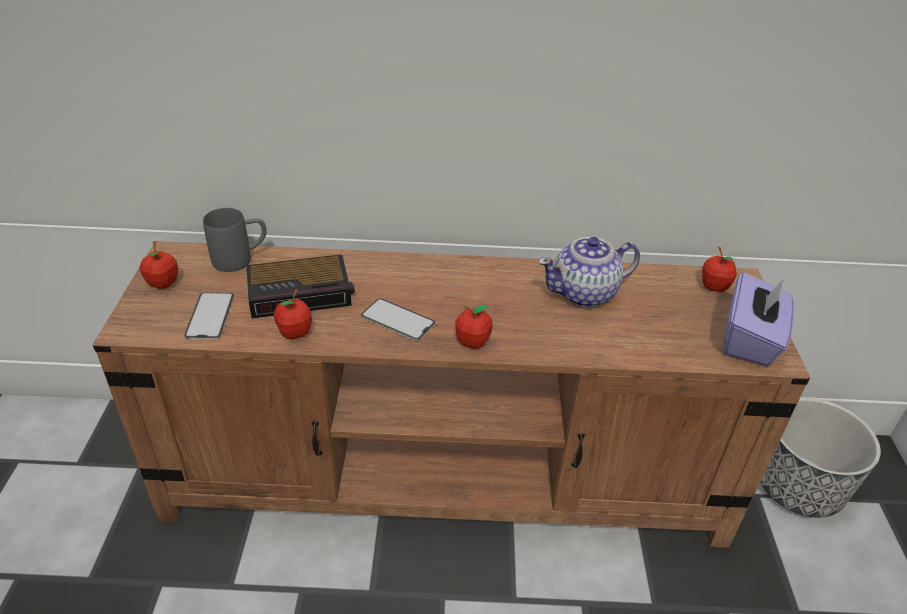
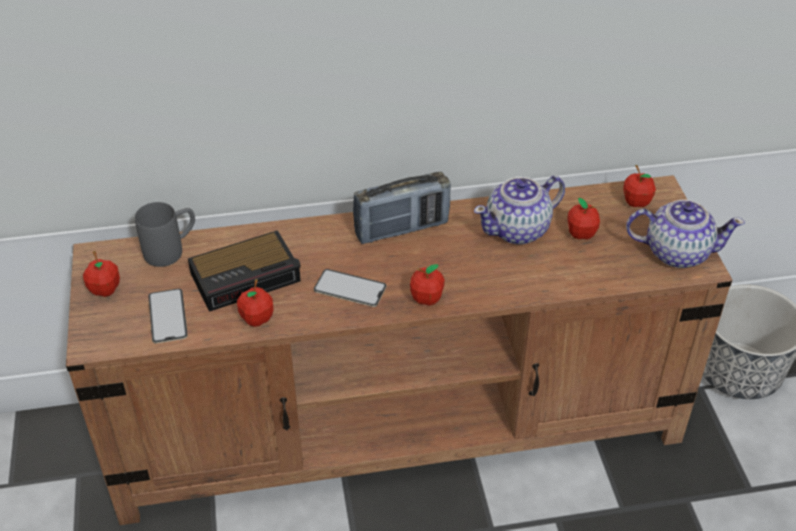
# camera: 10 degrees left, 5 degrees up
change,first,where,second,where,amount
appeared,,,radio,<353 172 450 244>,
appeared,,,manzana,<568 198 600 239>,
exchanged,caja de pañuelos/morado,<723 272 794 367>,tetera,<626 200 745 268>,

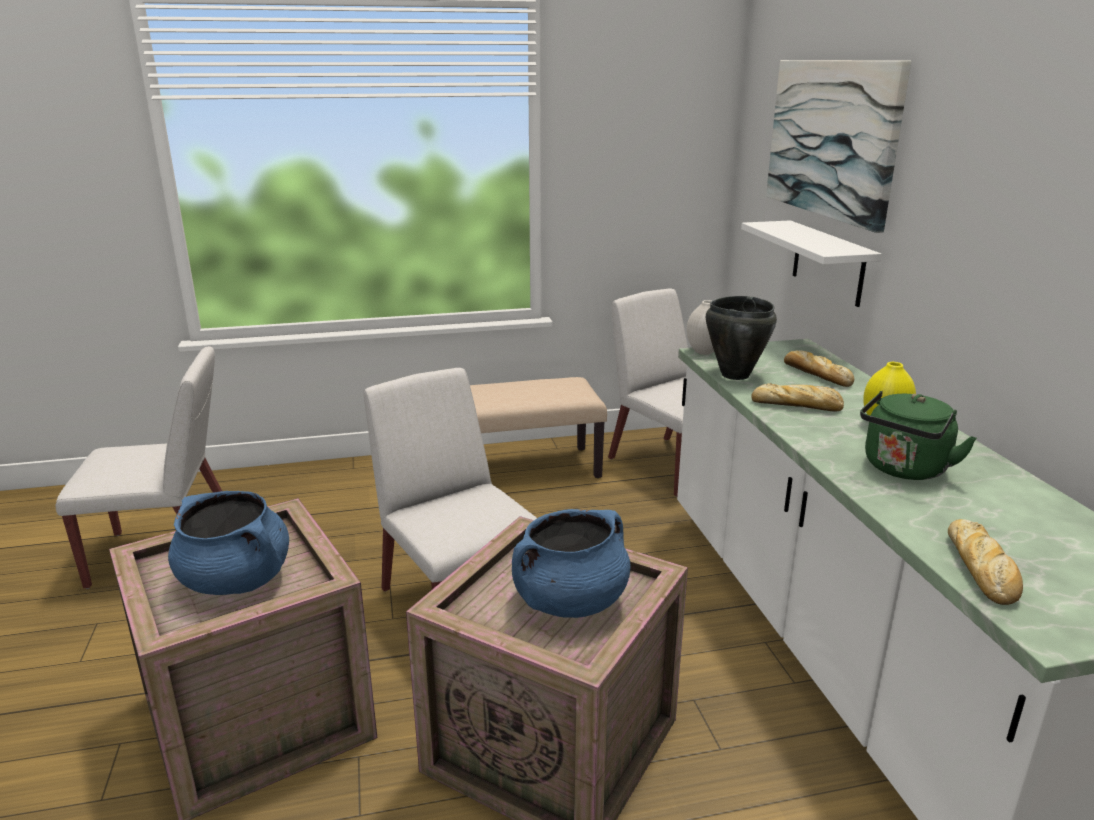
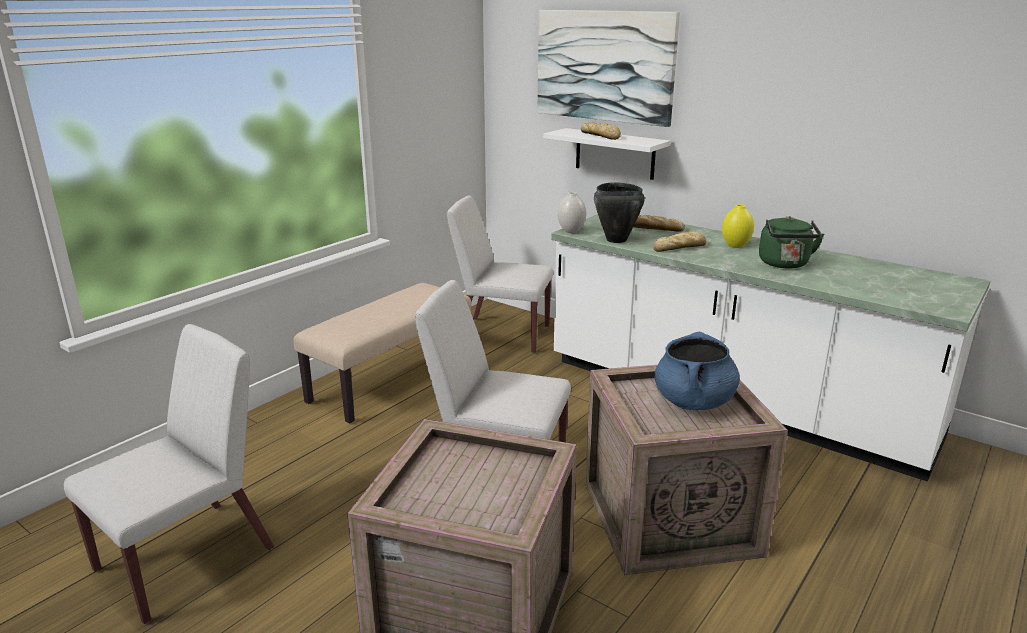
# camera: 40 degrees left, 0 degrees up
change,first,where,second,where,amount
missing,olla/azul,<168 491 289 595>,,,
relocated,pan,<948 519 1023 605>,,<581 122 621 140>,

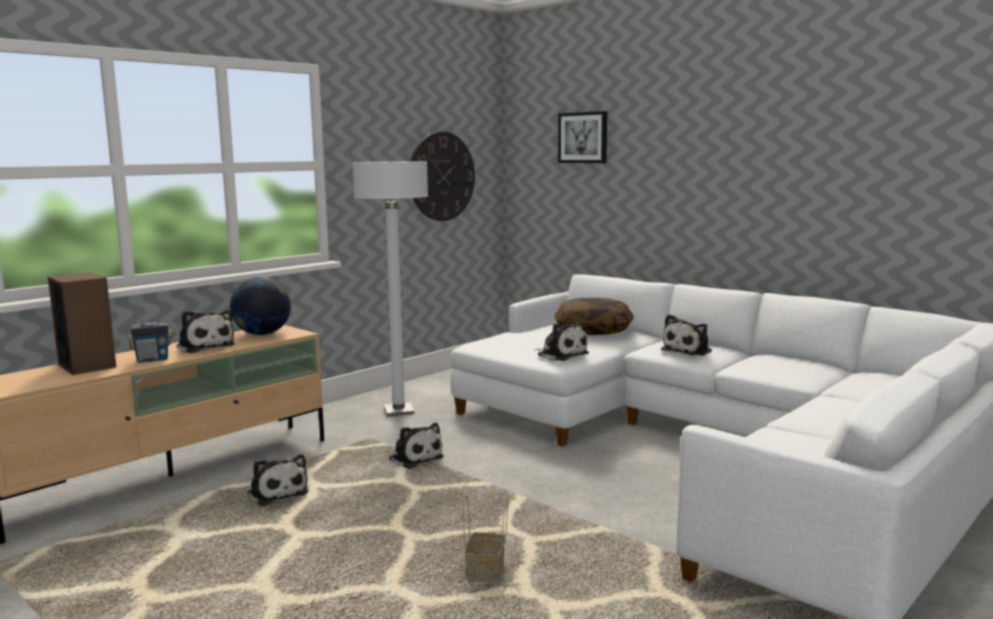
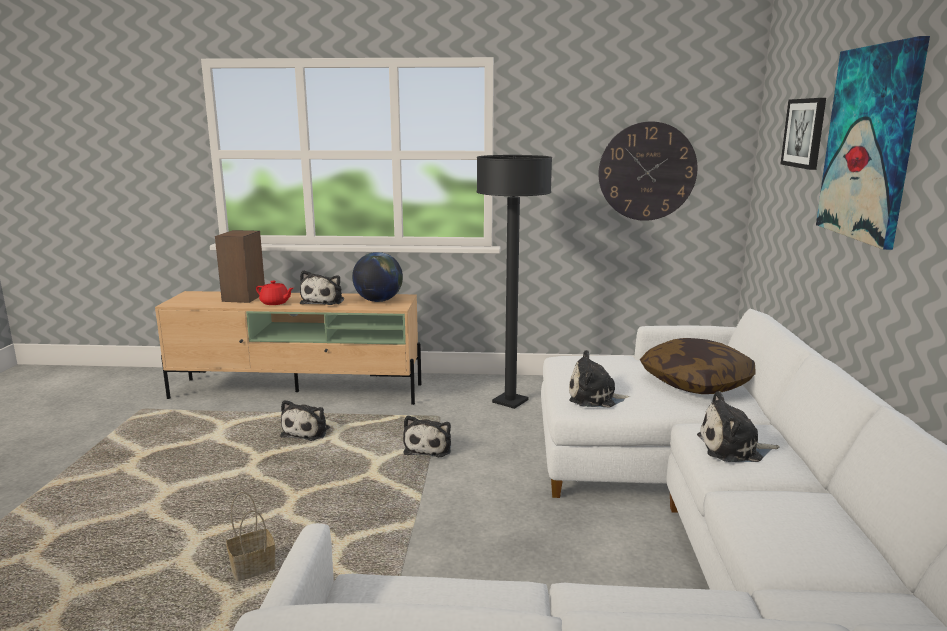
# camera: 50 degrees right, 5 degrees up
change,first,where,second,where,amount
appeared,,,cuadro,<816 36 930 250>,
exchanged,radio,<127 307 172 363>,tetera/rojo,<256 281 293 305>,
colour,lámpara de pie/blanco,<353 160 428 416>,lámpara de pie/negro,<476 155 552 409>,
spun,peluche,<534 322 589 361>,,<569 350 630 407>,90 degrees clockwise

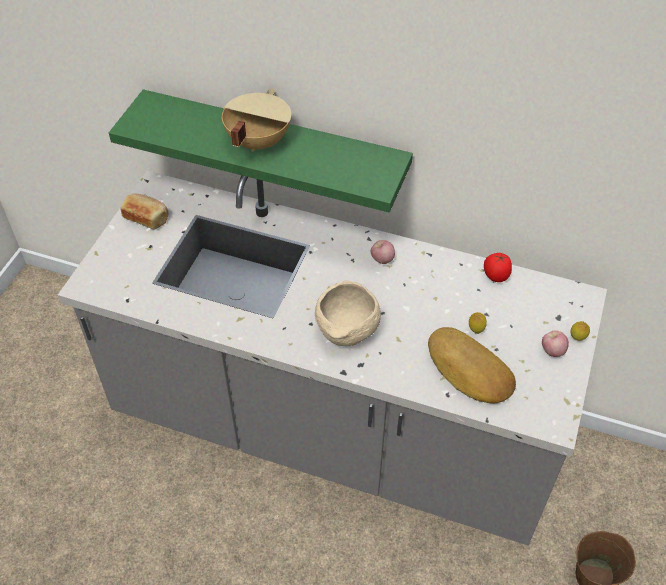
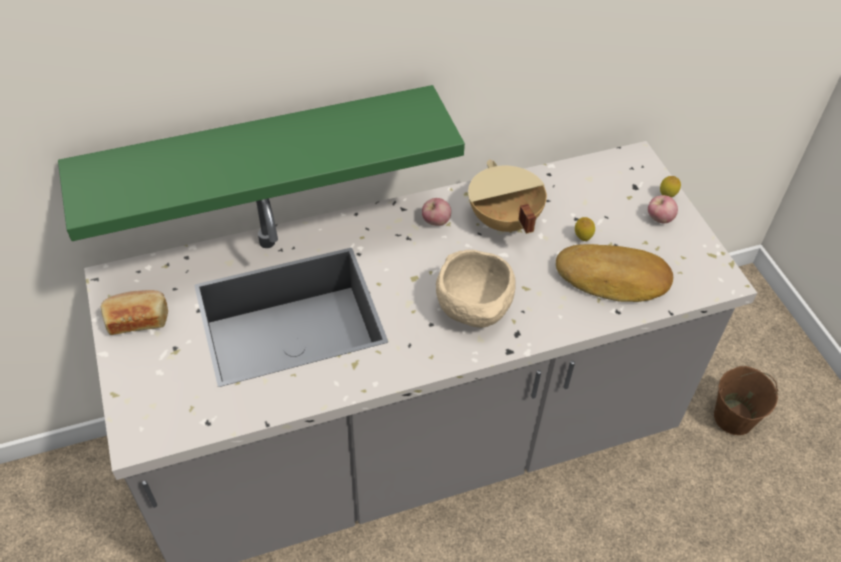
# camera: 40 degrees left, 0 degrees up
change,first,where,second,where,amount
missing,tomate,<484 253 512 282>,,,
relocated,olla/beis,<222 89 291 152>,,<468 160 547 234>,

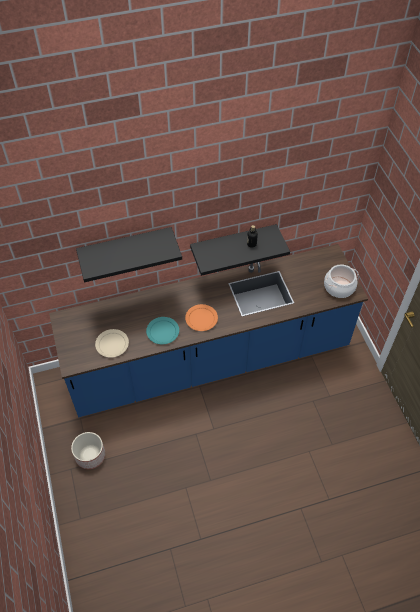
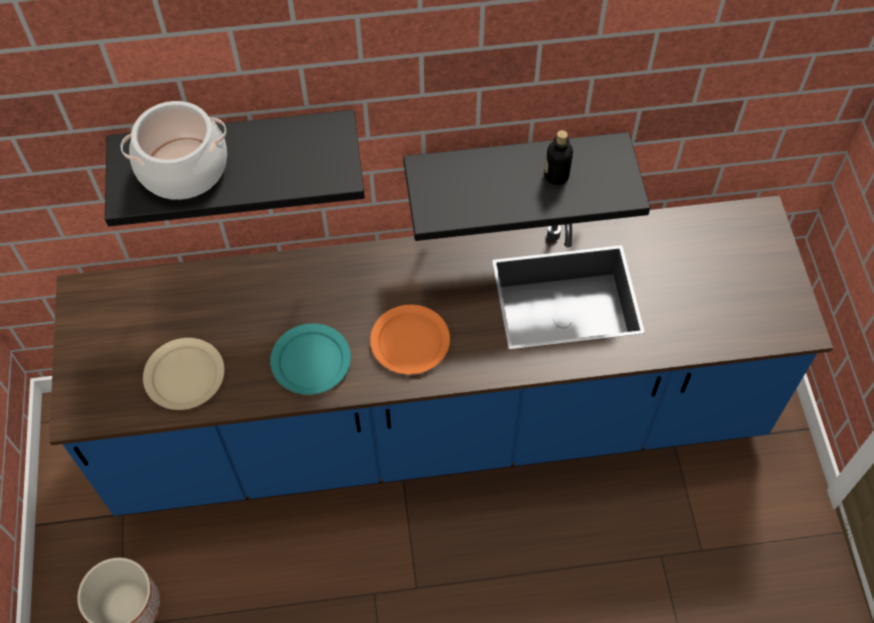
# camera: 10 degrees right, 5 degrees up
change,first,where,second,where,amount
relocated,olla,<324 265 358 298>,,<121 101 227 200>,

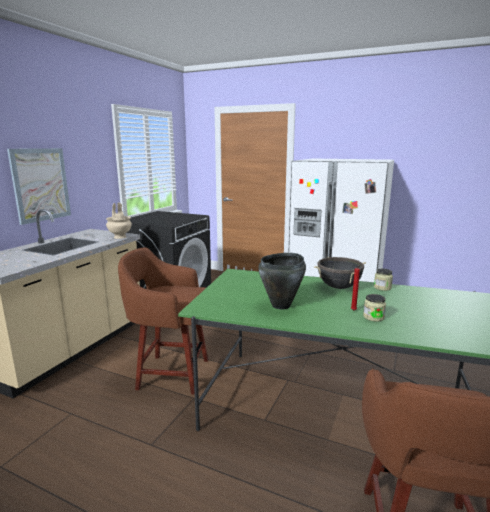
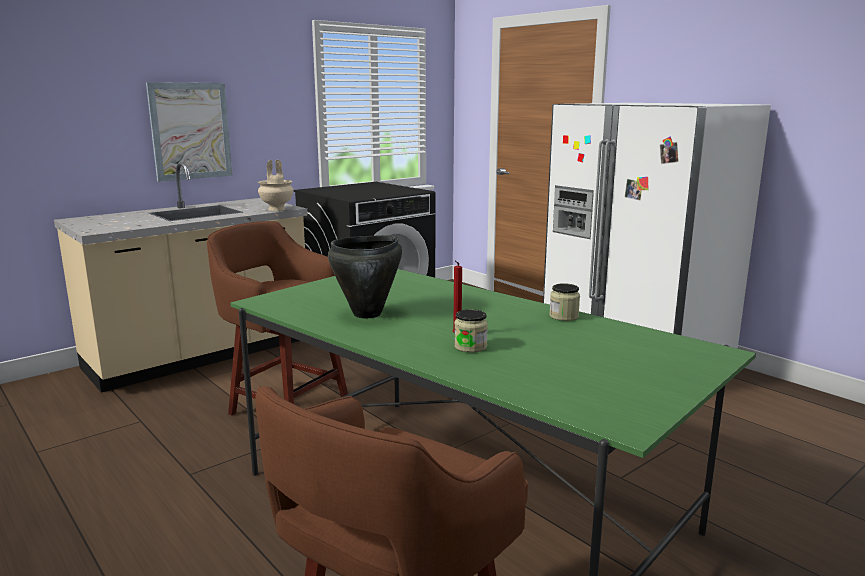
# camera: 25 degrees right, 0 degrees up
change,first,where,second,where,amount
missing,olla/negro,<314 257 366 289>,,,

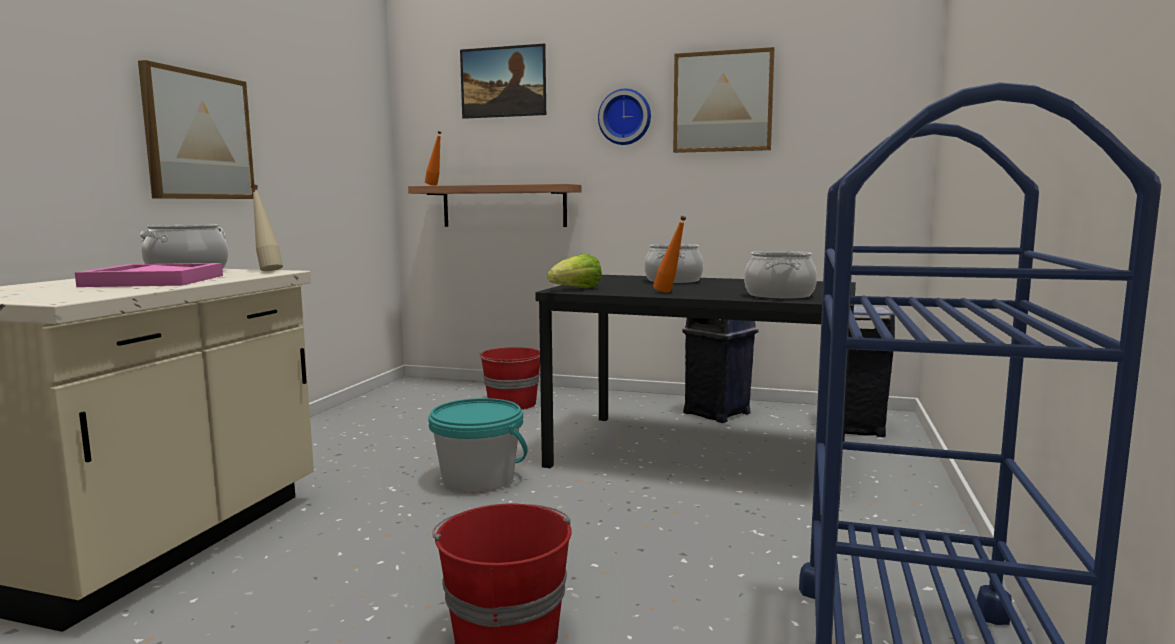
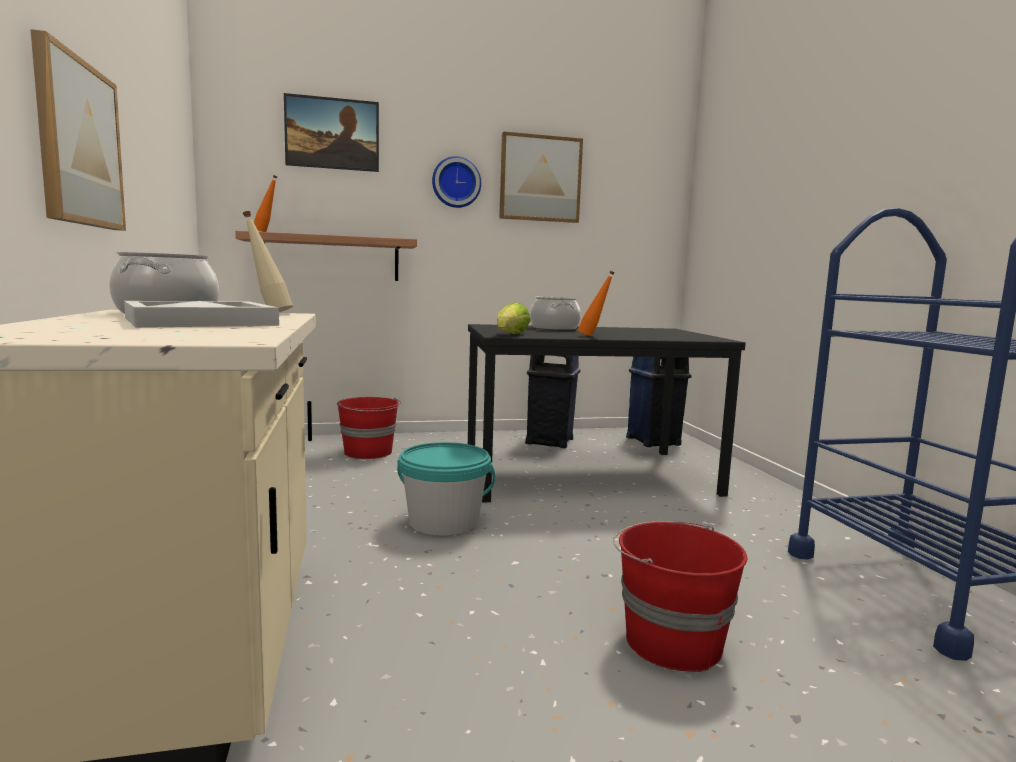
# camera: 30 degrees left, 0 degrees up
change,first,where,second,where,amount
missing,olla,<744 251 817 299>,,,
colour,bandeja/rosa,<75 263 223 287>,bandeja/blanco,<124 301 279 328>,

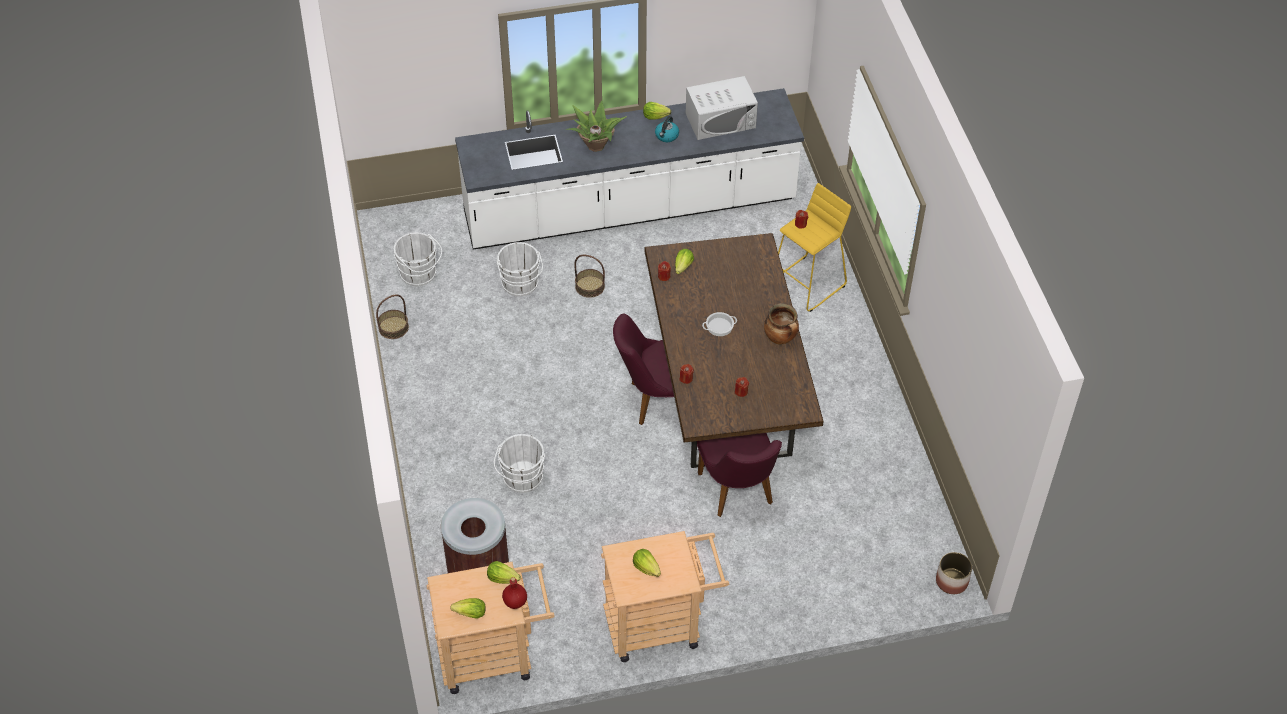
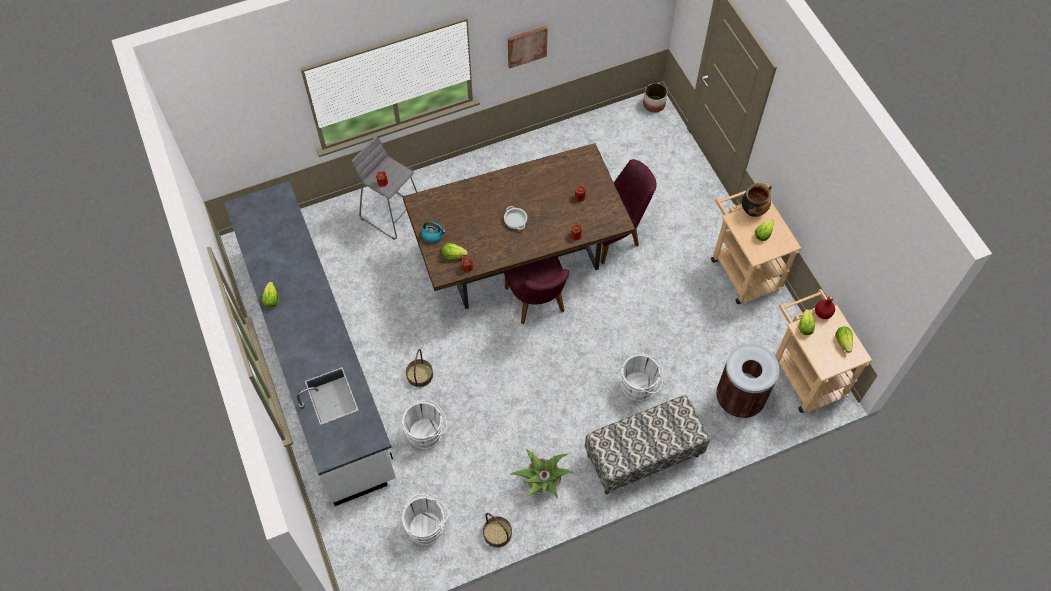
# camera: 100 degrees left, 10 degrees up
change,first,where,second,where,amount
missing,microondas/blanco,<686 76 758 140>,,,
appeared,,,cuadro,<508 26 548 69>,
appeared,,,banco,<585 395 710 494>,
relocated,planta en maceta,<565 101 627 152>,,<510 448 573 499>,
relocated,hervidor,<655 116 679 142>,,<421 222 446 243>,
relocated,olla,<764 303 799 345>,,<742 182 772 217>,
colour,taburete/amarillo,<778 183 851 312>,taburete/gris,<352 136 417 239>,

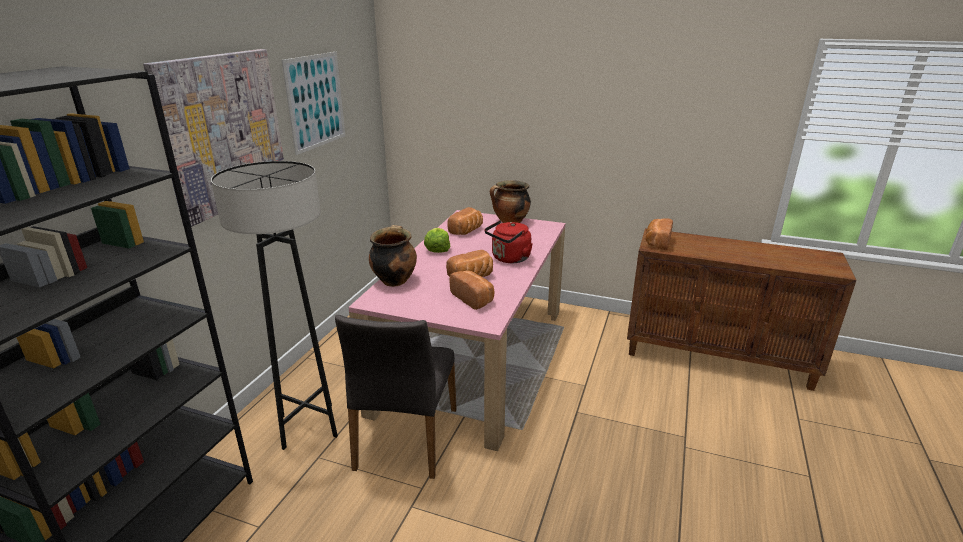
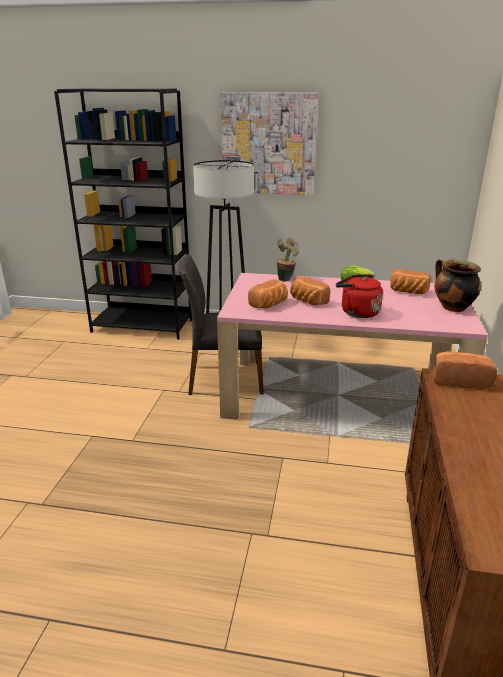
# camera: 80 degrees right, 0 degrees up
change,first,where,second,where,amount
missing,cuadro,<282 52 345 155>,,,
exchanged,olla,<369 225 417 287>,planta en maceta,<277 238 299 282>,

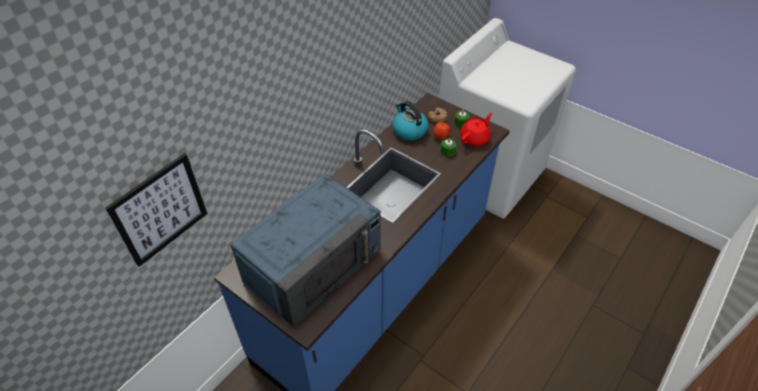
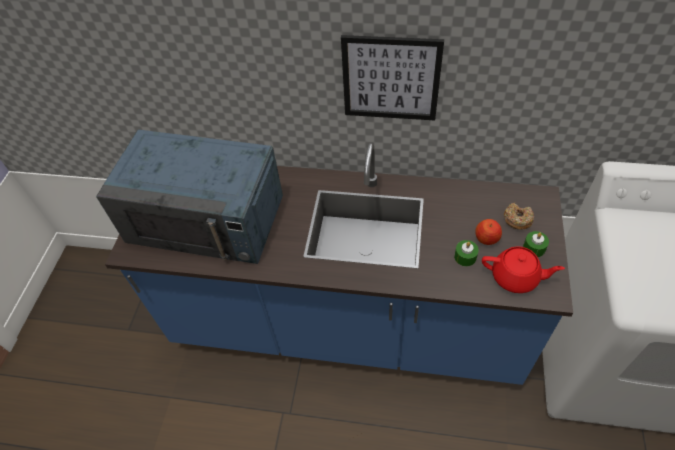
# camera: 65 degrees right, 5 degrees up
change,first,where,second,where,amount
missing,hervidor,<393 101 428 140>,,,
relocated,cuadro,<105 153 207 267>,,<341 35 444 120>,

